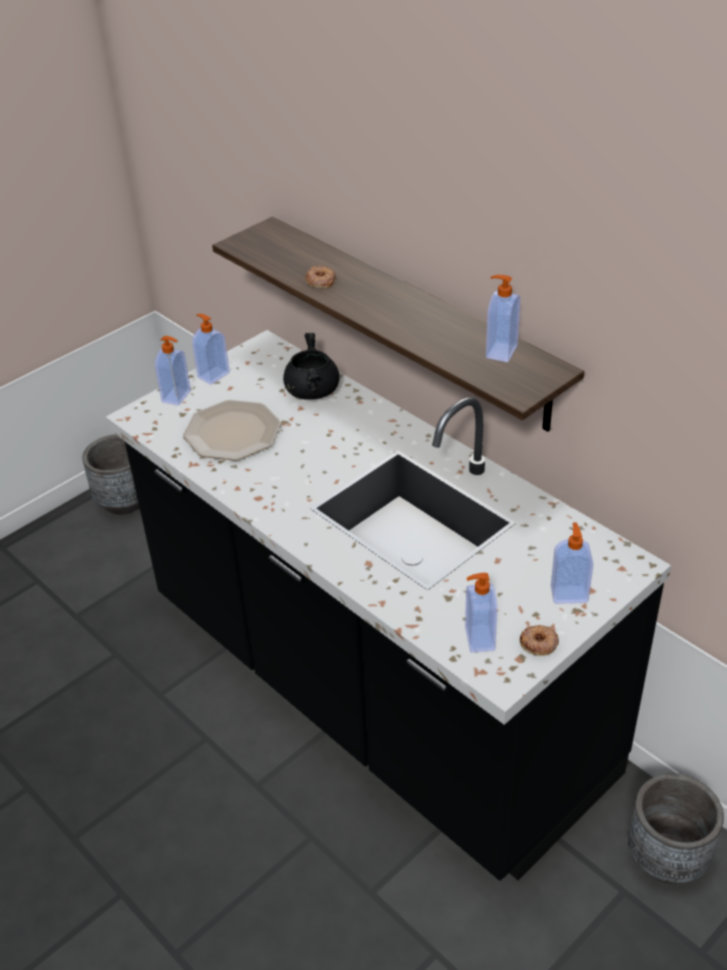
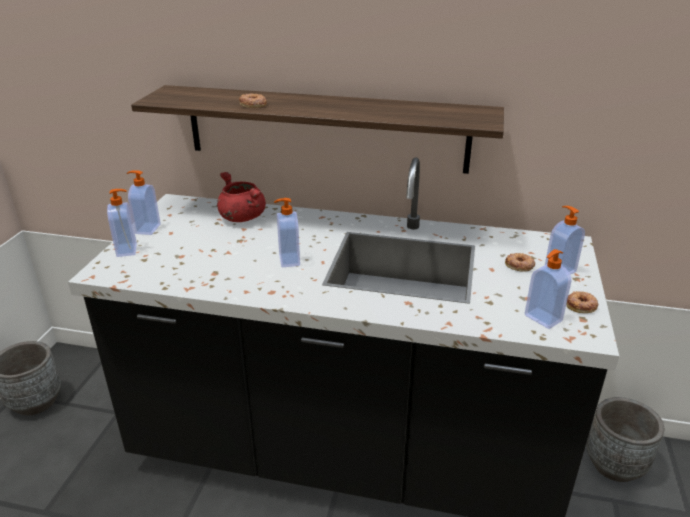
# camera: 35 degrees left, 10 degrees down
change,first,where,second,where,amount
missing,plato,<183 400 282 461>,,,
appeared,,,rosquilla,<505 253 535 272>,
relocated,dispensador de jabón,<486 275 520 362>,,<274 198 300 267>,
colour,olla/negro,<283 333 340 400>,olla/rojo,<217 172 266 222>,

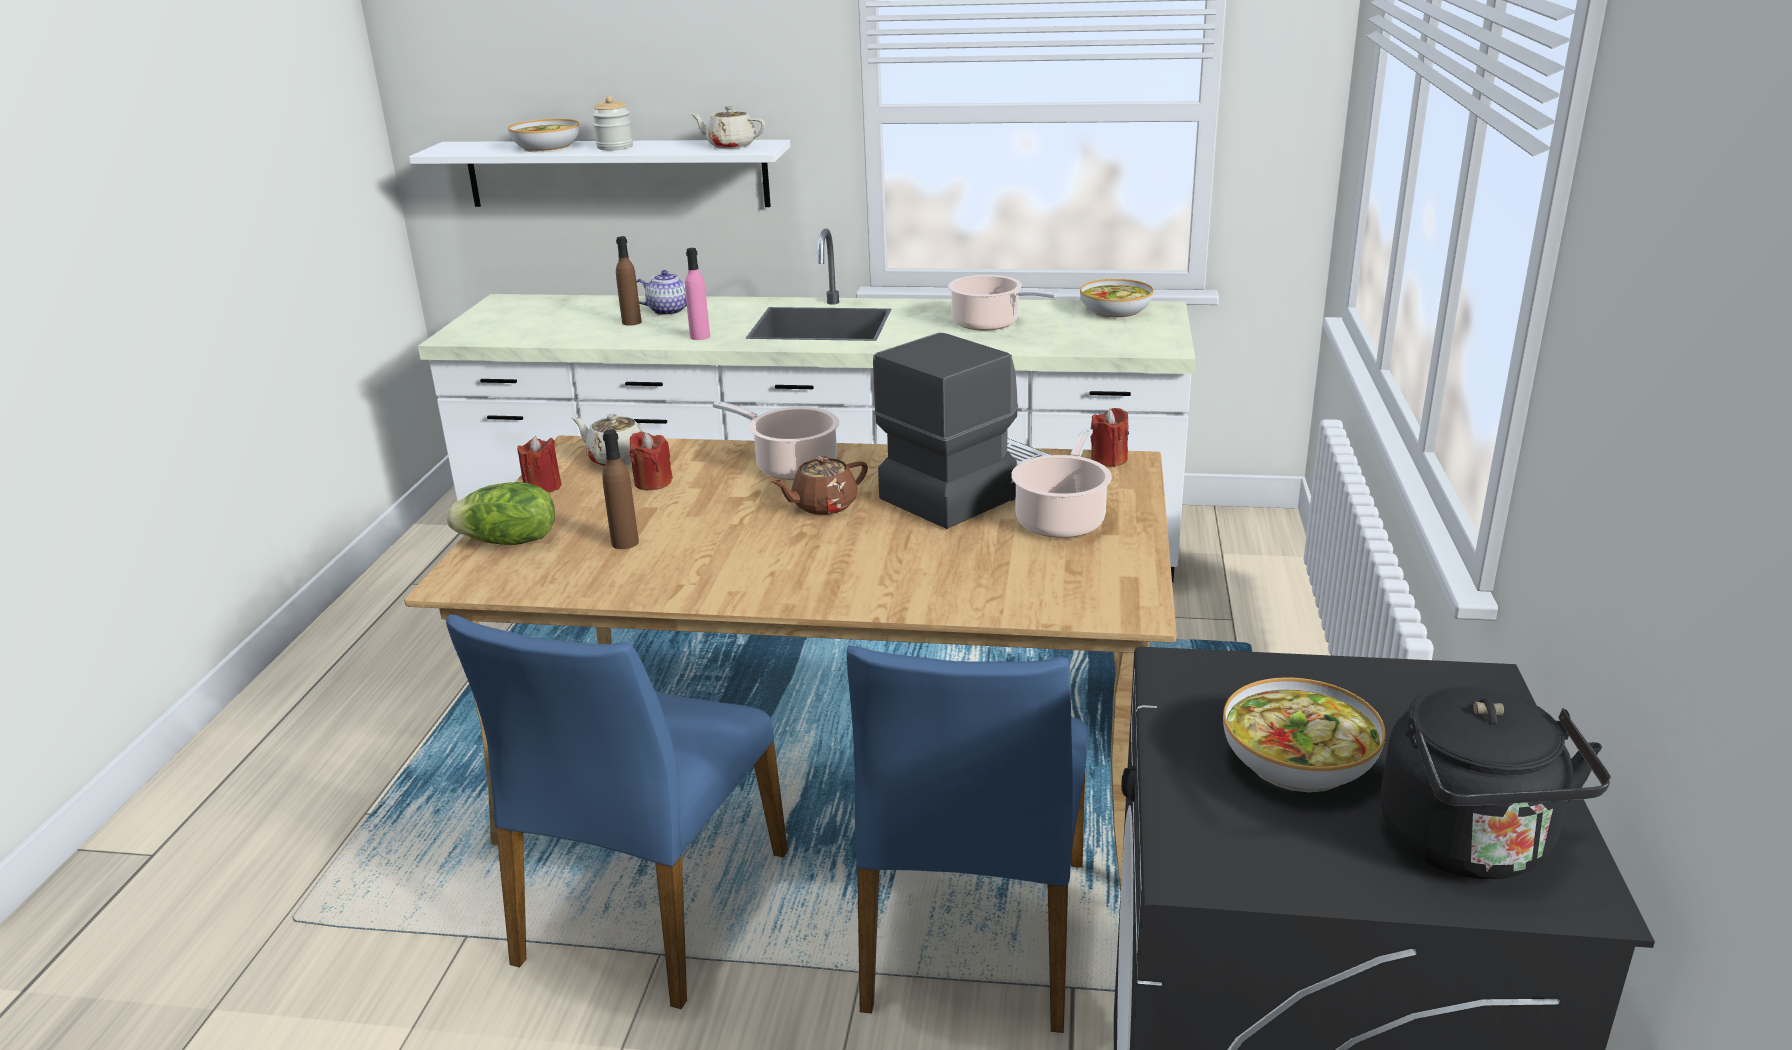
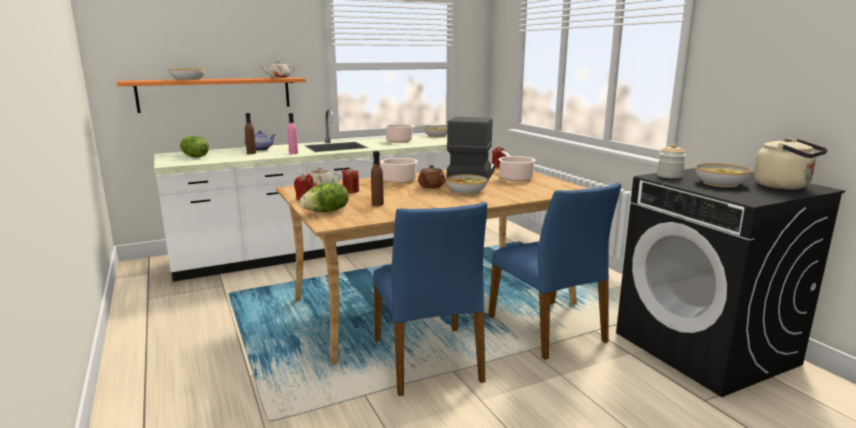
# camera: 35 degrees left, 10 degrees down
change,first,where,second,where,amount
appeared,,,lechuga,<180 136 209 157>,
appeared,,,cuenco,<447 174 487 195>,
relocated,tarro,<592 96 633 150>,,<657 144 686 179>,
colour,estante/blanco,<409 140 790 207>,estante/naranja,<117 77 306 113>,
colour,hervidor/negro,<1380 685 1611 879>,hervidor/beis,<754 138 828 190>,

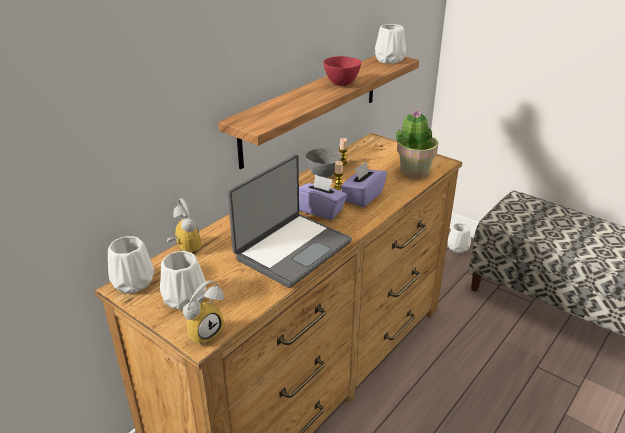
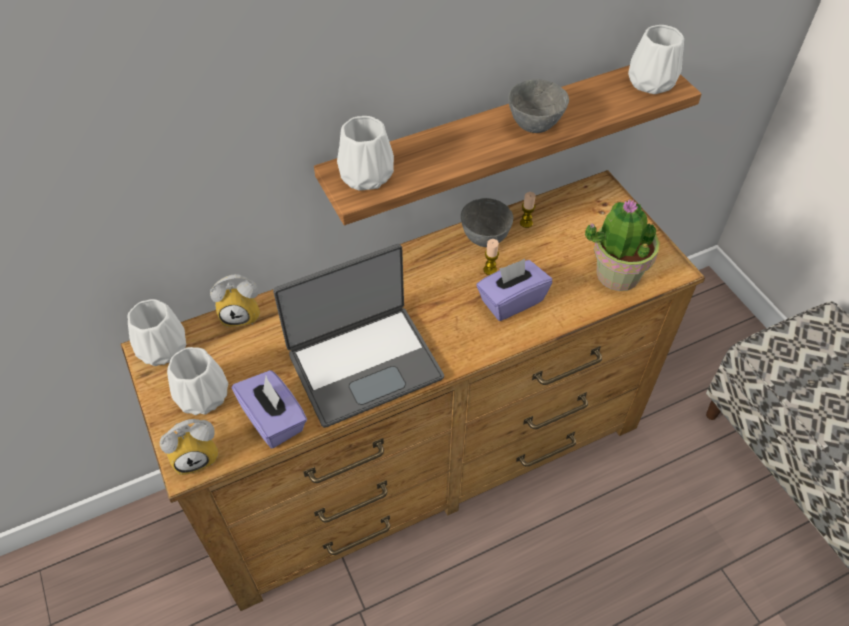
# camera: 25 degrees right, 20 degrees up
change,first,where,second,where,amount
relocated,caja de pañuelos/morado,<299 174 347 220>,,<232 370 307 448>,
relocated,florero/blanco,<448 223 471 253>,,<337 116 394 191>,
colour,cuenco/rojo,<324 56 361 86>,cuenco/gris,<508 79 569 133>,
spun,despertador,<167 198 201 252>,,<210 274 260 327>,90 degrees clockwise

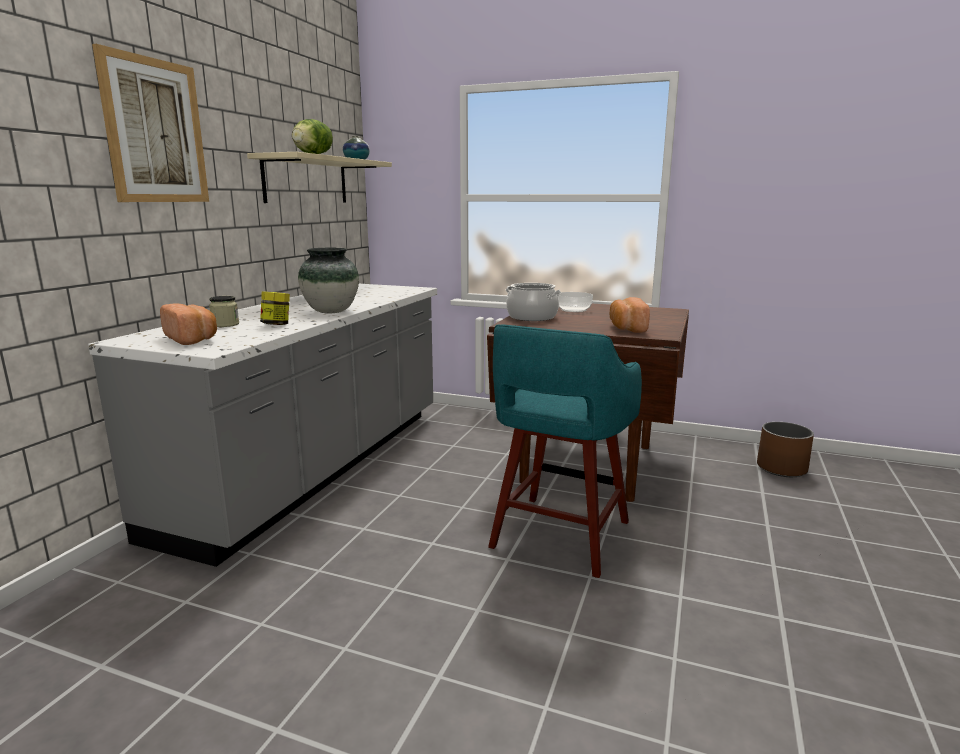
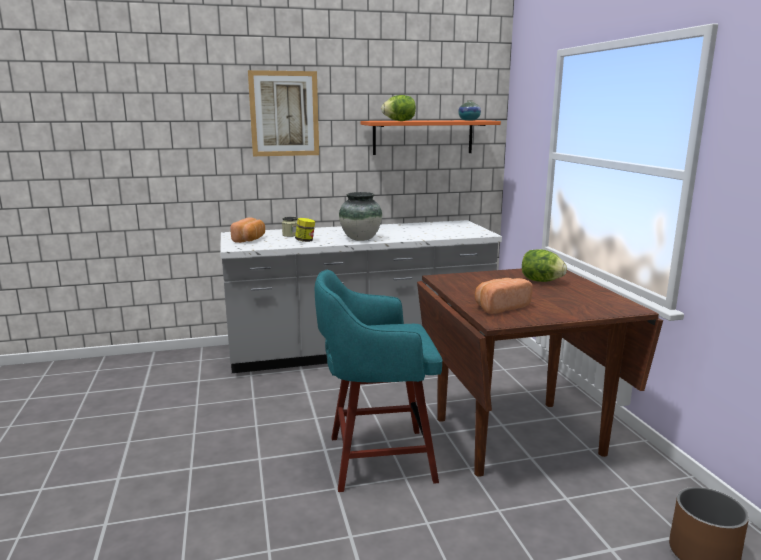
# camera: 55 degrees right, 0 degrees up
change,first,where,second,where,amount
missing,olla,<506 283 561 321>,,,
exchanged,cuenco,<558 292 593 312>,lechuga,<522 249 567 282>,
colour,estante/beis,<247 152 392 203>,estante/naranja,<361 120 501 155>,

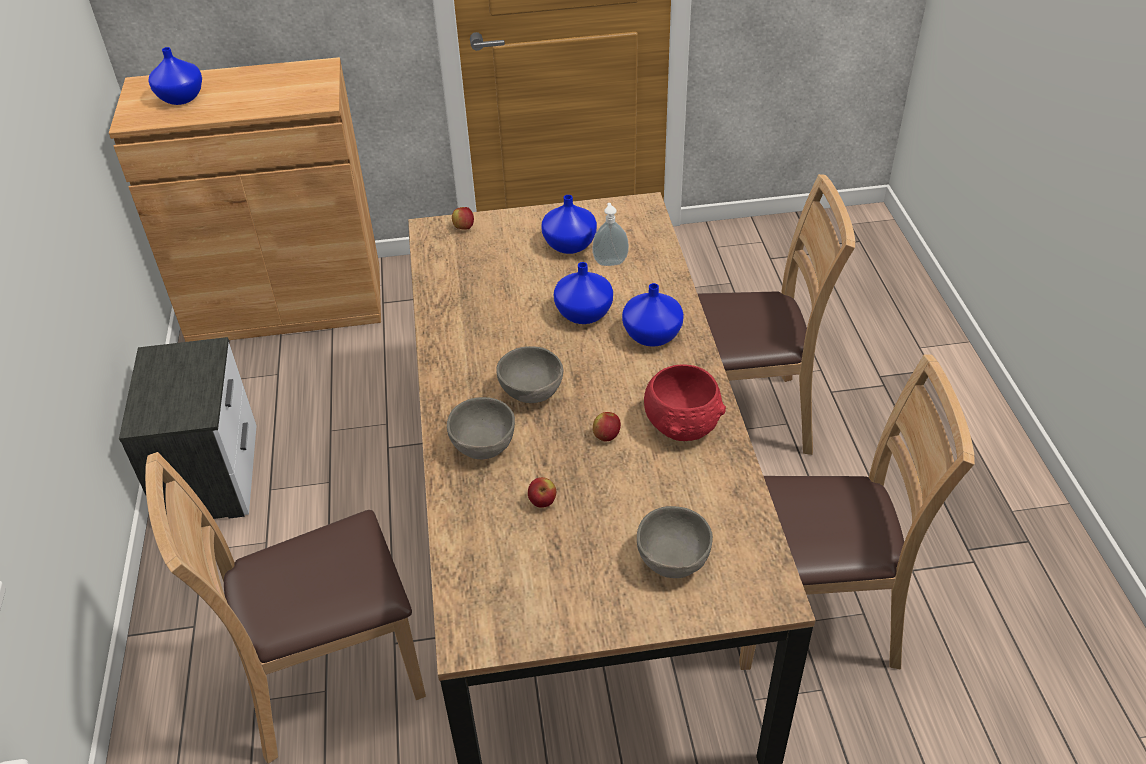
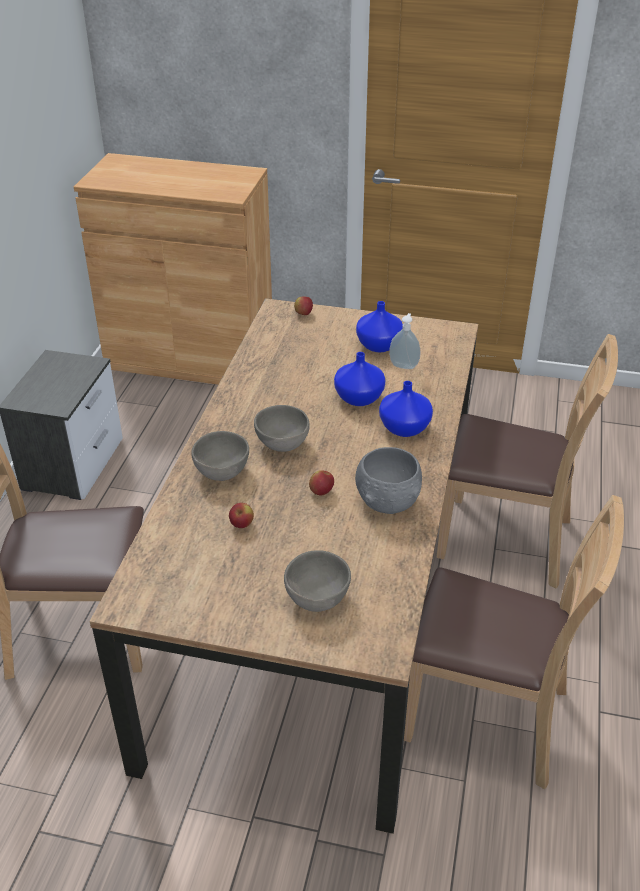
# camera: 20 degrees right, 5 degrees down
change,first,where,second,where,amount
missing,florero/azul,<148 47 202 105>,,,
colour,cuenco/rojo,<644 364 726 441>,cuenco/gris,<355 447 422 514>,

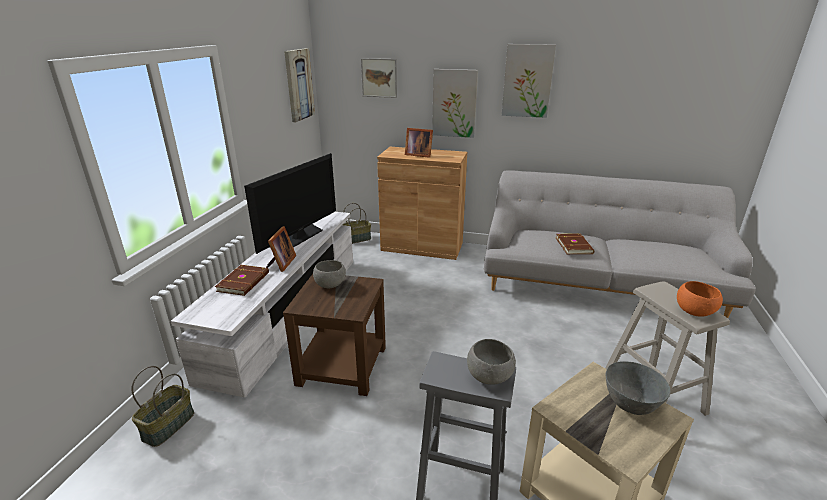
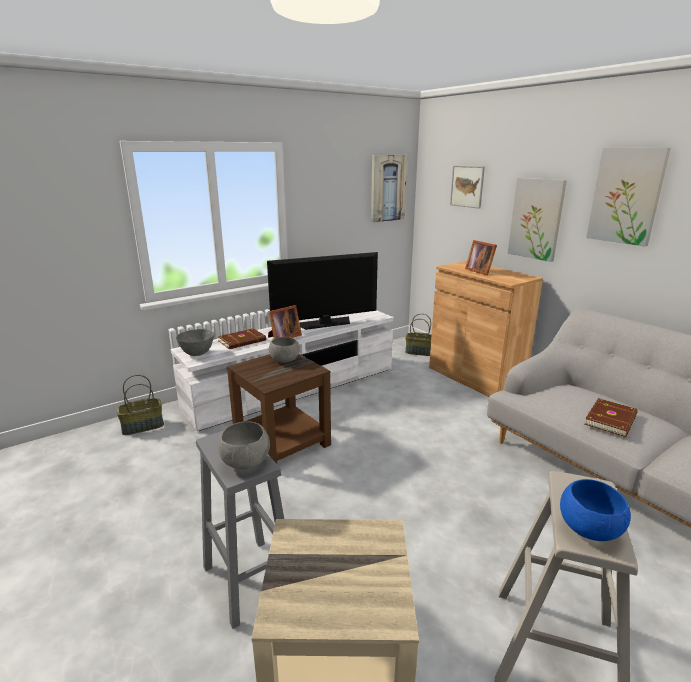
# camera: 40 degrees right, 5 degrees down
change,first,where,second,where,amount
relocated,cuenco/gris,<606 361 670 415>,,<176 329 214 356>,
colour,cuenco/naranja,<677 281 723 316>,cuenco/azul,<560 479 631 541>,

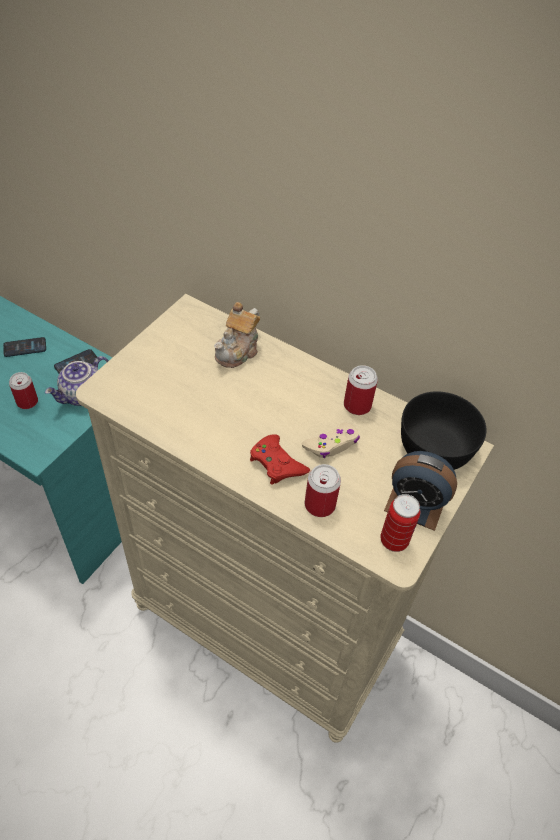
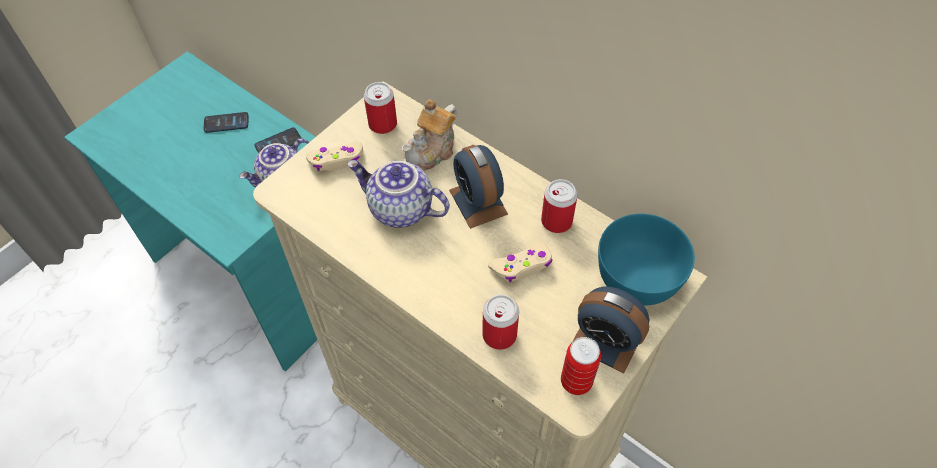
# camera: 10 degrees right, 5 degrees up
change,first,where,second,where,amount
missing,mando de consola/rojo,<250 434 310 485>,,,
appeared,,,mando de consola/beis,<306 142 363 171>,
appeared,,,tetera,<347 160 450 228>,
appeared,,,despertador,<449 145 508 229>,
relocated,lata,<9 372 38 409>,,<364 82 397 134>,
colour,cuenco/negro,<401 391 486 470>,cuenco/turquesa,<598 214 695 305>,

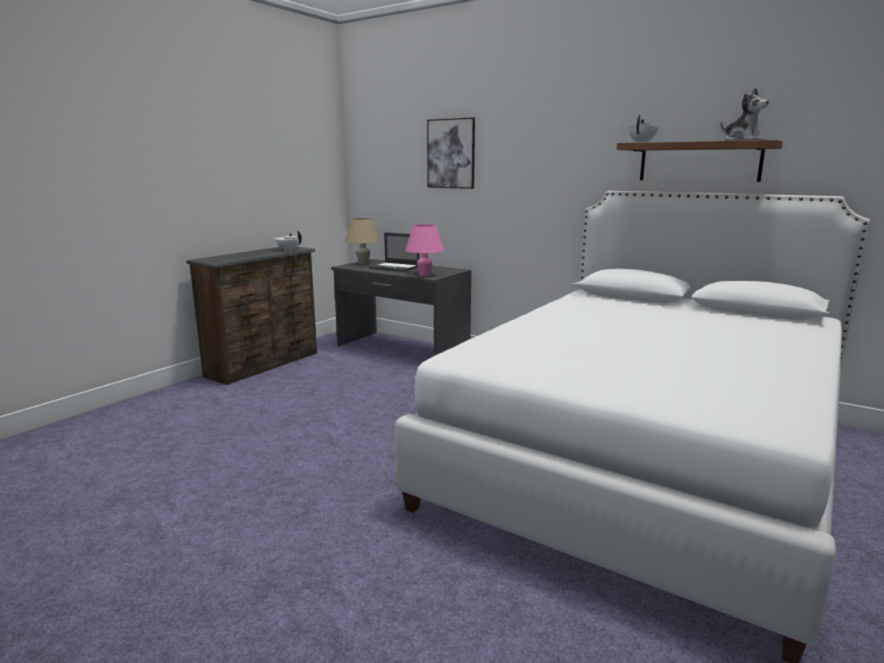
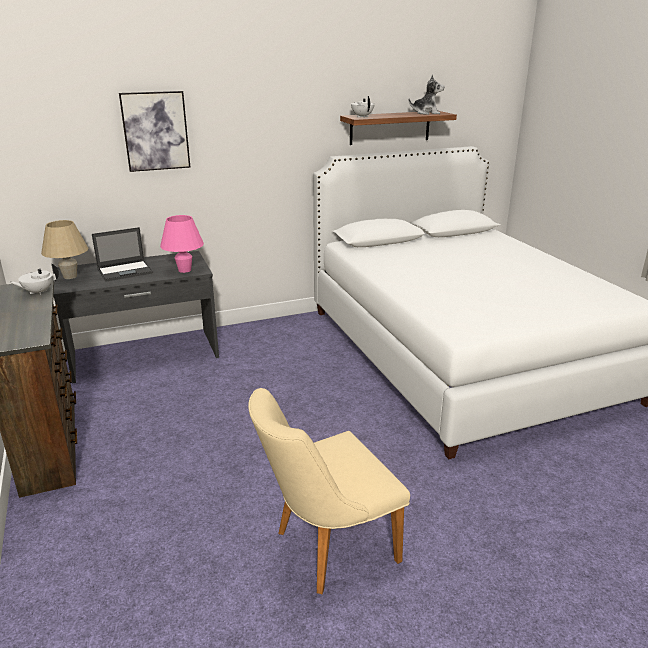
# camera: 55 degrees left, 10 degrees up
change,first,where,second,where,amount
appeared,,,silla/beis,<248 388 410 594>,

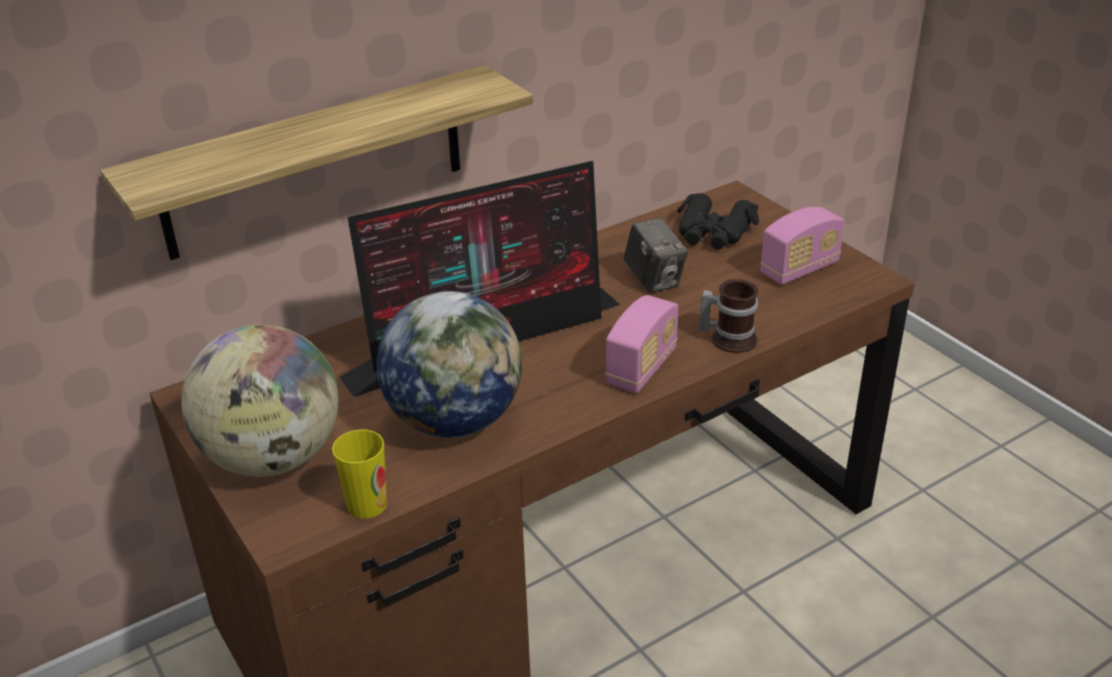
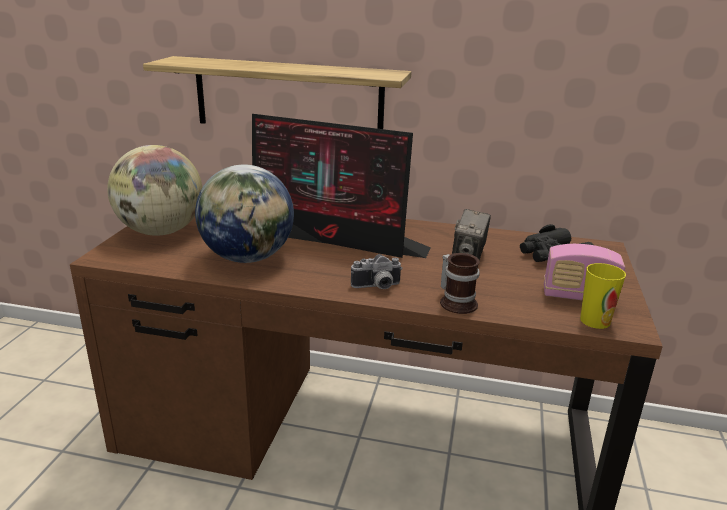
# camera: 45 degrees right, 10 degrees down
change,first,where,second,where,amount
relocated,taza,<332 430 387 519>,,<580 263 626 329>,
exchanged,radio,<605 295 678 393>,cámara,<351 254 403 289>,

